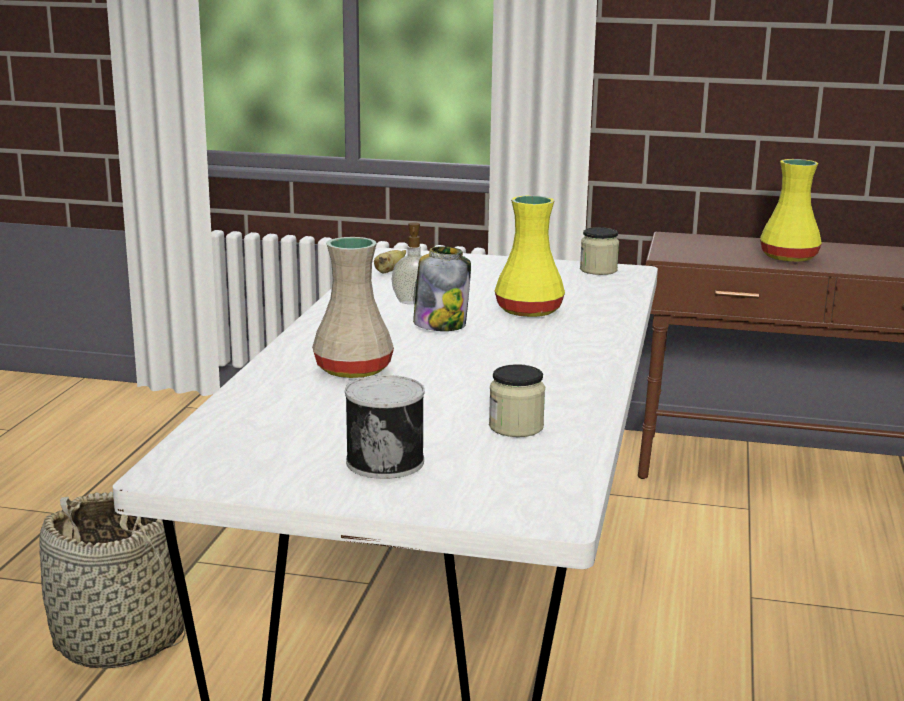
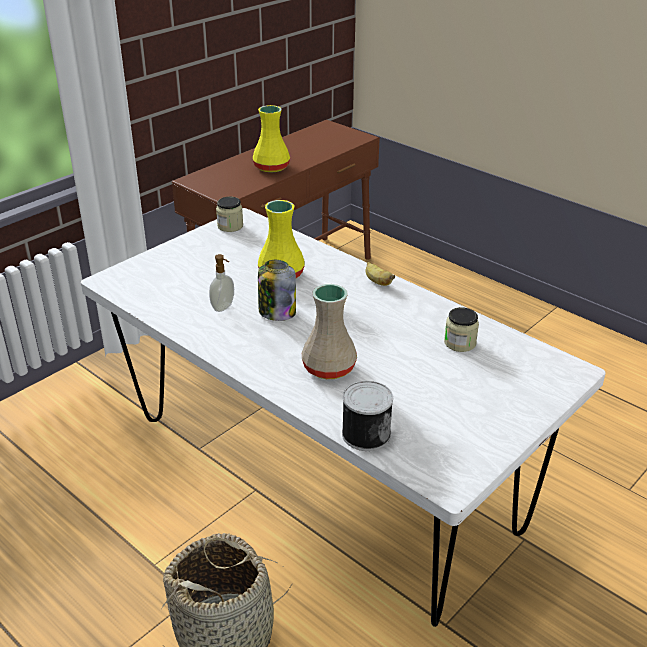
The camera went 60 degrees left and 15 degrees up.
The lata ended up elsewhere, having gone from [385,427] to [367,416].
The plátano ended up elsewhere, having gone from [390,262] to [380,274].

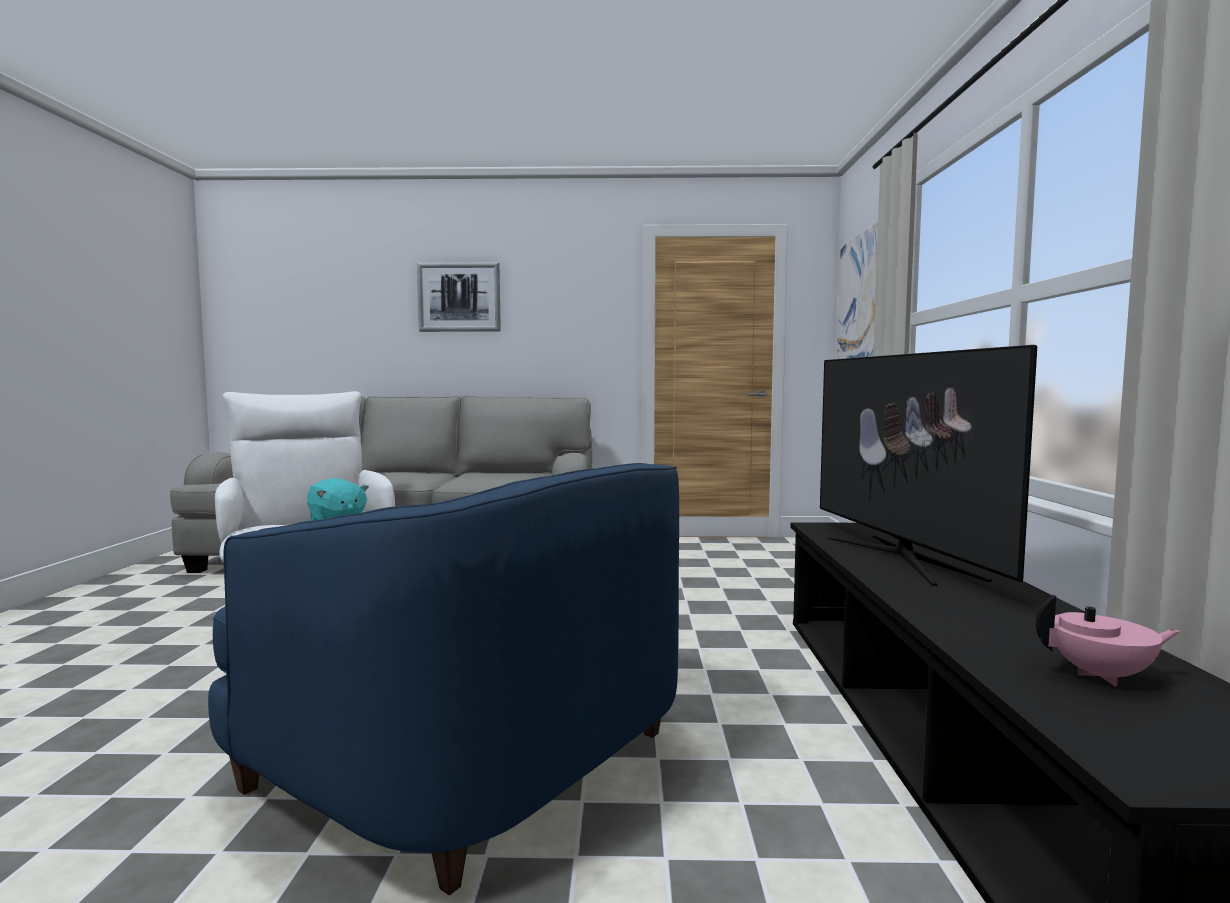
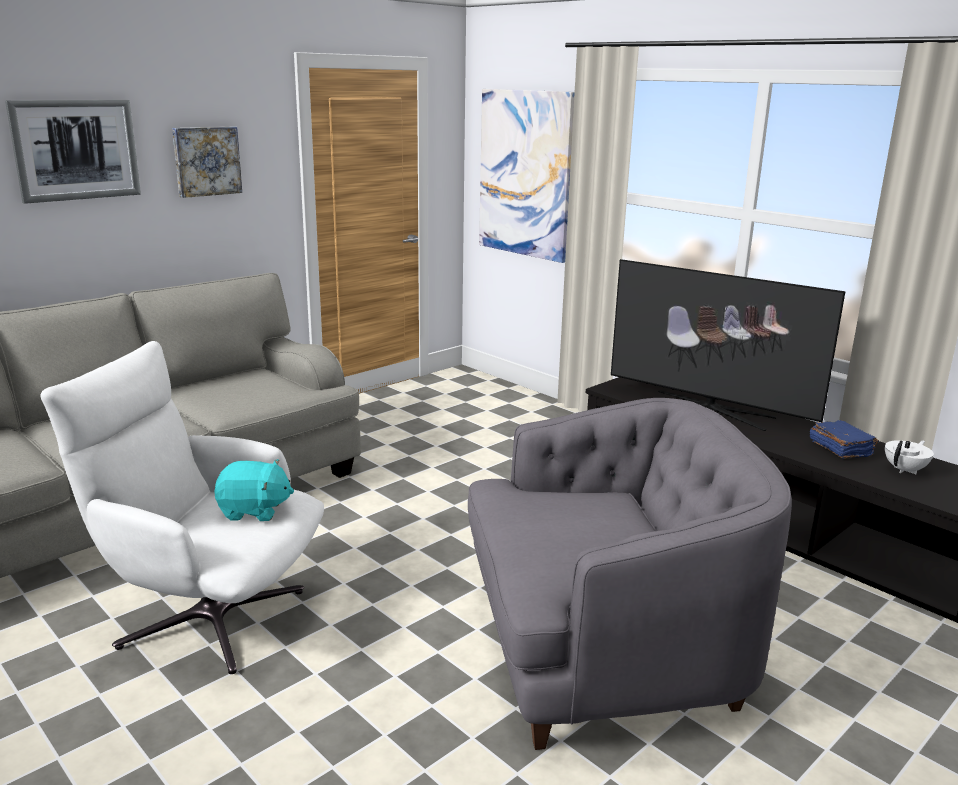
The camera went 45 degrees left and 15 degrees up.
What was the sillón [azul] at [443,679] turned into the sillón [gris] at [630,574].
What was the tetera [rosa] at [1108,640] turned into the tetera [blanco] at [909,457].
The second view gained the cuadro at [207,162].
The second view gained the libro [azul] at [844,439].

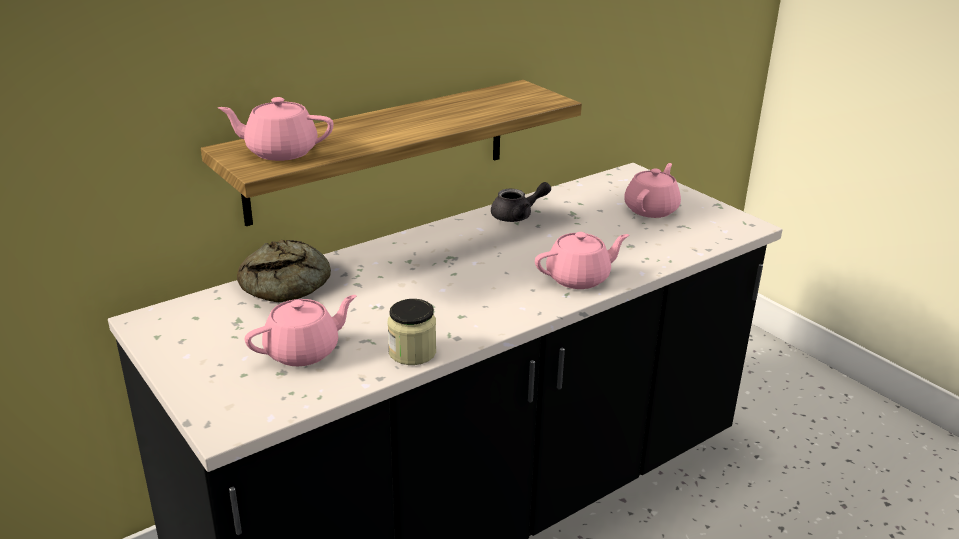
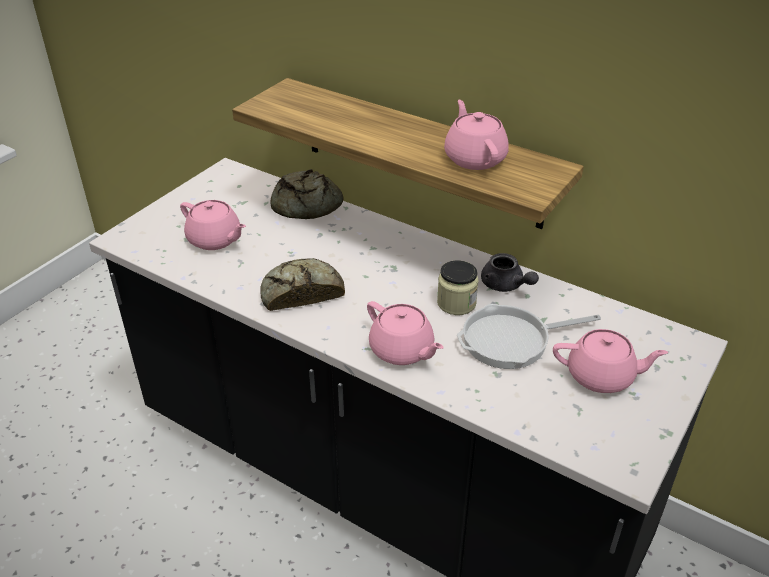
The camera went 70 degrees right and 10 degrees up.
The tetera [rosa] ended up elsewhere, having gone from [276,129] to [476,135].
The tarro ended up elsewhere, having gone from [411,332] to [458,287].
The second view gained the pan at [302,284].
The second view gained the sartén at [529,336].

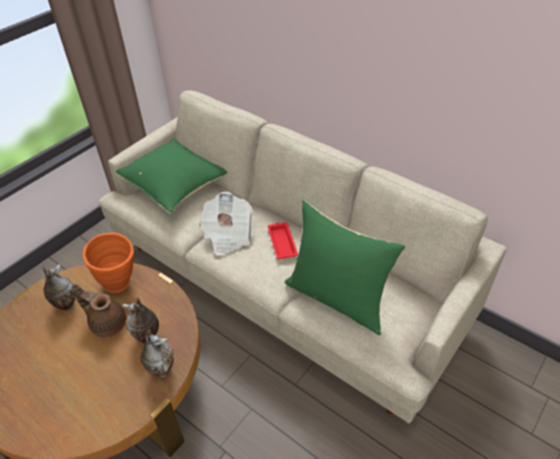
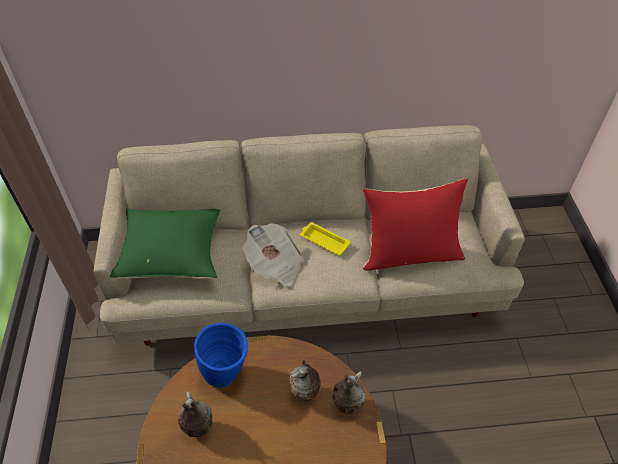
The camera went 45 degrees left and 5 degrees up.
The second view lost the tetera [marrón] at [99,310].
What was the florero [naranja] at [108,262] turned into the florero [azul] at [221,355].
What was the bandeja [rojo] at [283,240] turned into the bandeja [amarillo] at [325,239].
What was the cojín [verde] at [345,267] turned into the cojín [rojo] at [415,224].

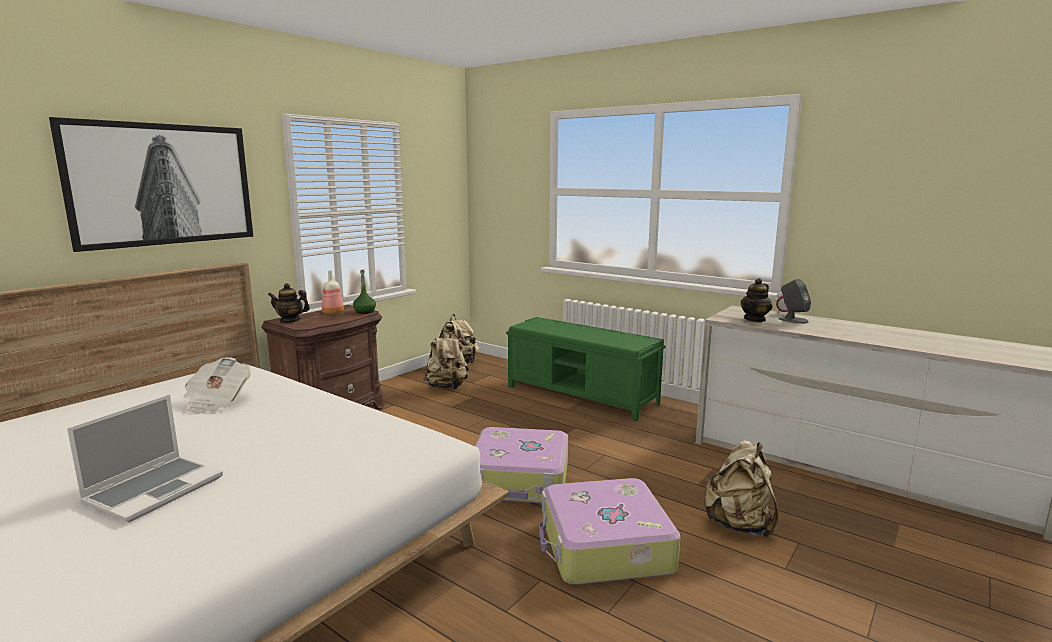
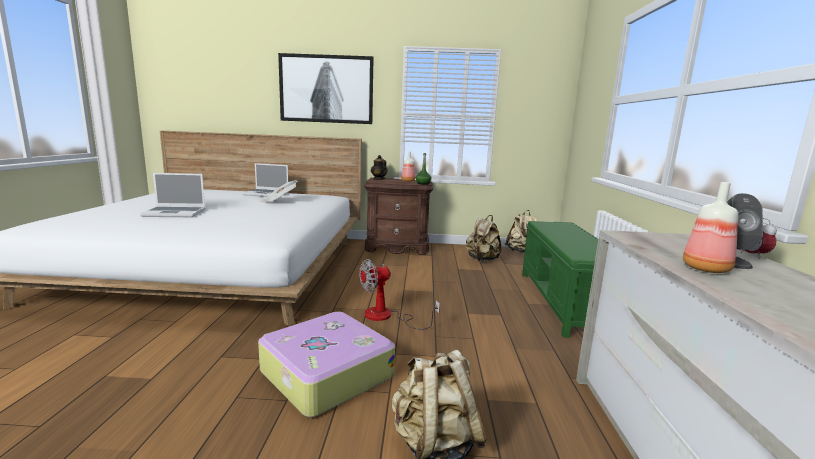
The camera went 55 degrees right and 0 degrees up.
Where the maleta stood at [521,465], the ventilador came to stand at [399,294].
The second view lost the tetera at [756,300].
The second view gained the portátil at [265,180].
The second view gained the botella at [710,227].

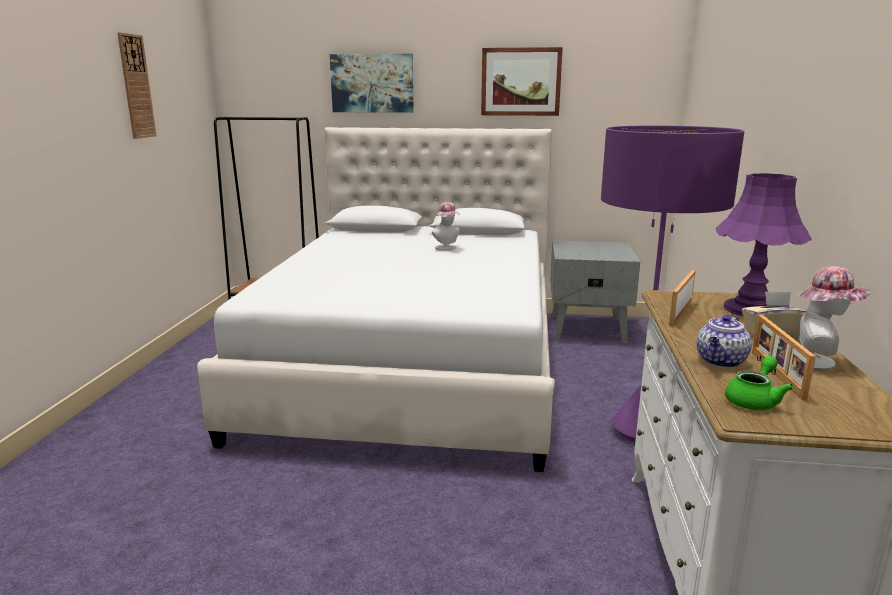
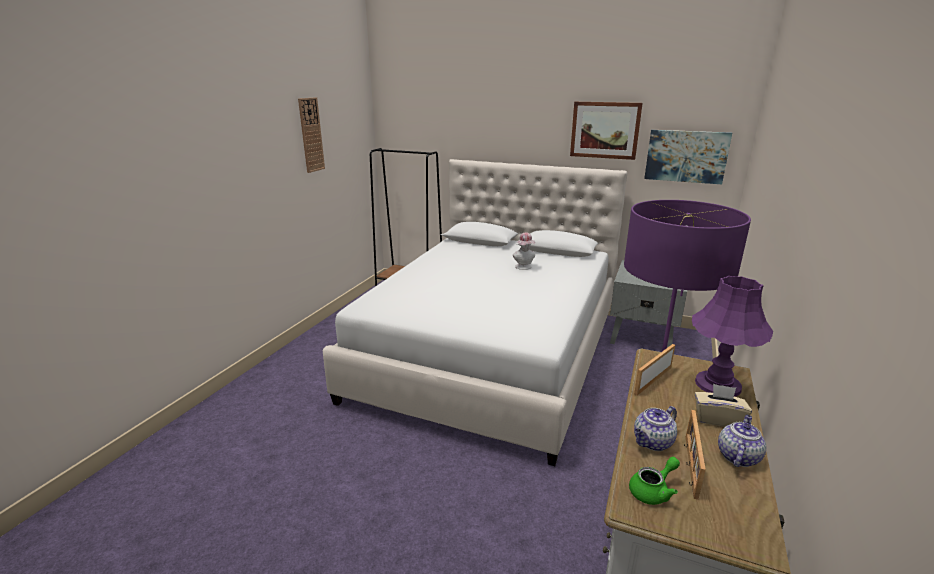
The camera went 15 degrees right and 5 degrees up.
The cuadro ended up elsewhere, having gone from [372,83] to [688,157].
Where the sombrero stood at [834,318], the tetera came to stand at [742,441].

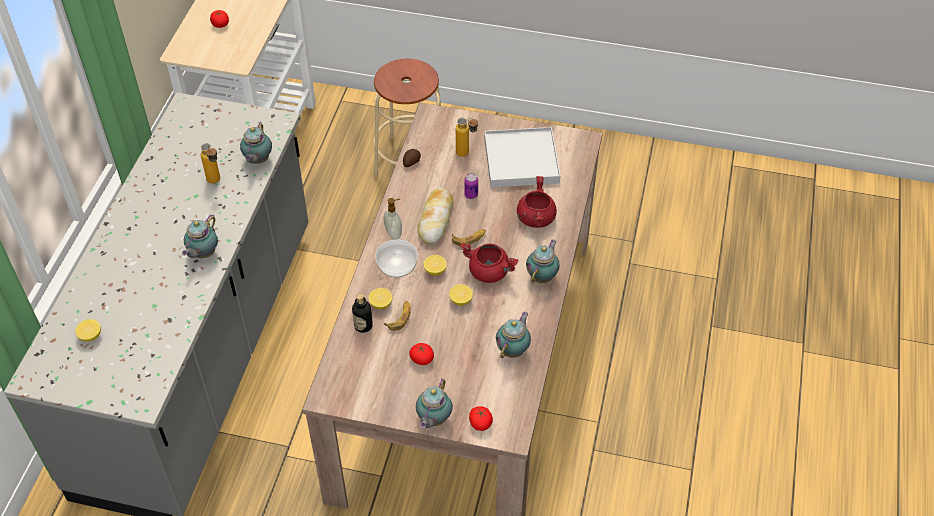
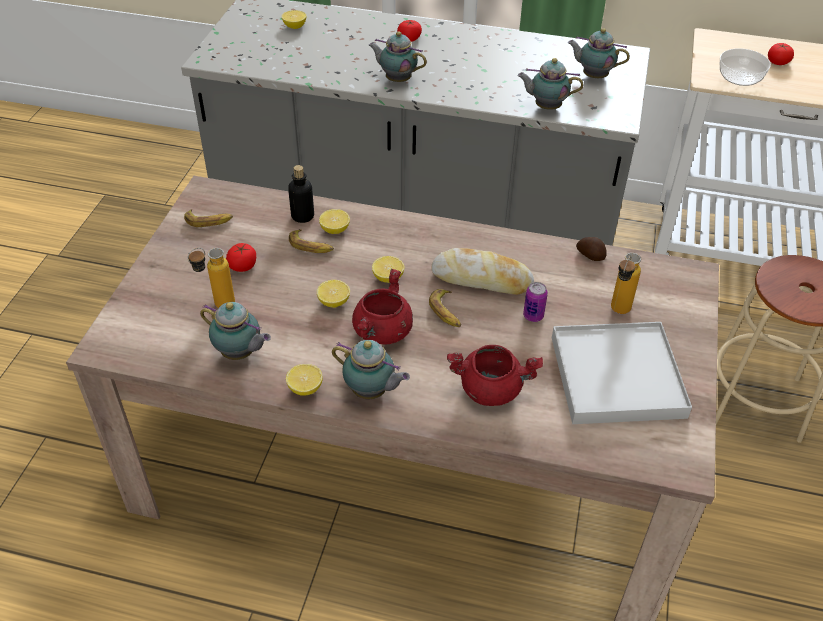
The camera went 90 degrees right and 5 degrees down.
The botella ended up elsewhere, having gone from [210,163] to [211,278].
The cuenco ended up elsewhere, having gone from [396,258] to [745,67].
The second view lost the dispensador de jabón at [393,219].
The tetera ended up elsewhere, having gone from [434,403] to [599,53].
The tomate ended up elsewhere, having gone from [481,418] to [409,31].
The second view gained the plátano at [208,218].
The second view gained the limón at [304,380].

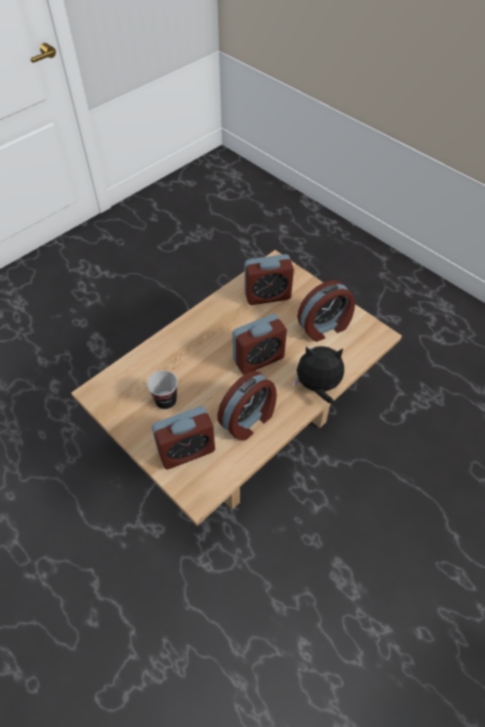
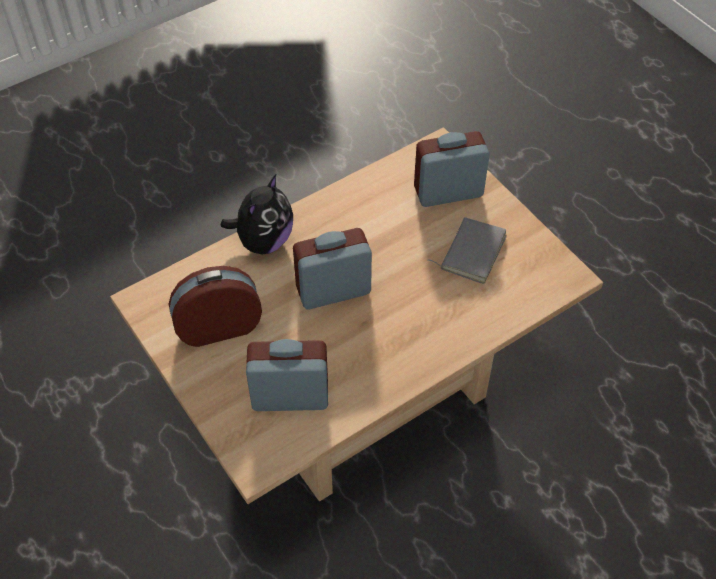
The camera went 170 degrees left and 0 degrees up.
Where the taza stood at [162,390], the libro [gris] came to stand at [467,250].
The second view lost the despertador at [247,405].
The peluche at [318,375] ended up facing another way, 75 degrees counterclockwise from before.

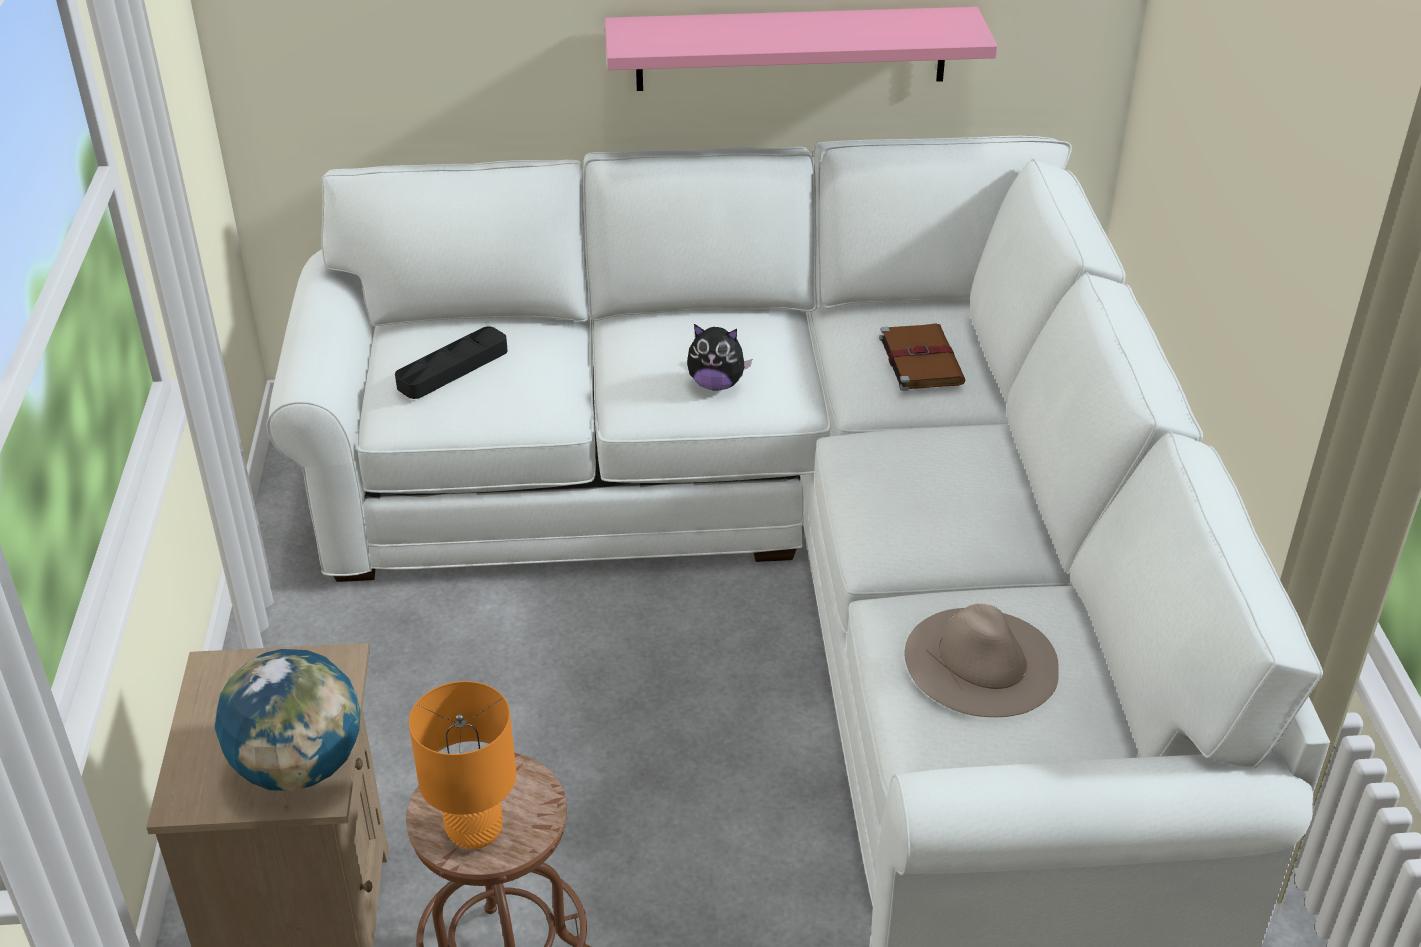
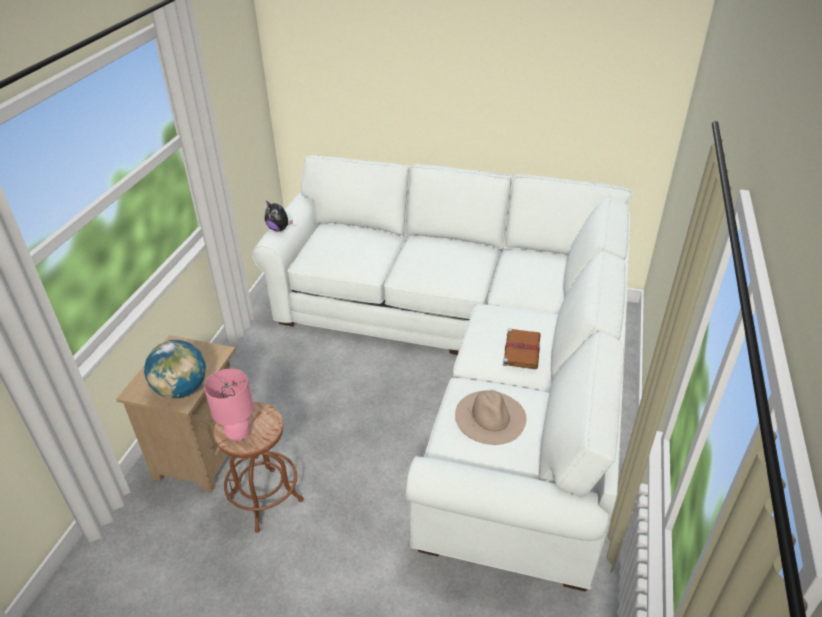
The camera went 20 degrees right and 0 degrees up.
The second view lost the bandeja [negro] at [451,362].
What was the lámpara de mesa [naranja] at [462,765] turned into the lámpara de mesa [rosa] at [229,405].
The second view lost the estante [rosa] at [801,49].
The peluche ended up elsewhere, having gone from [719,357] to [279,216].
The libro [marrón] ended up elsewhere, having gone from [922,357] to [522,348].

